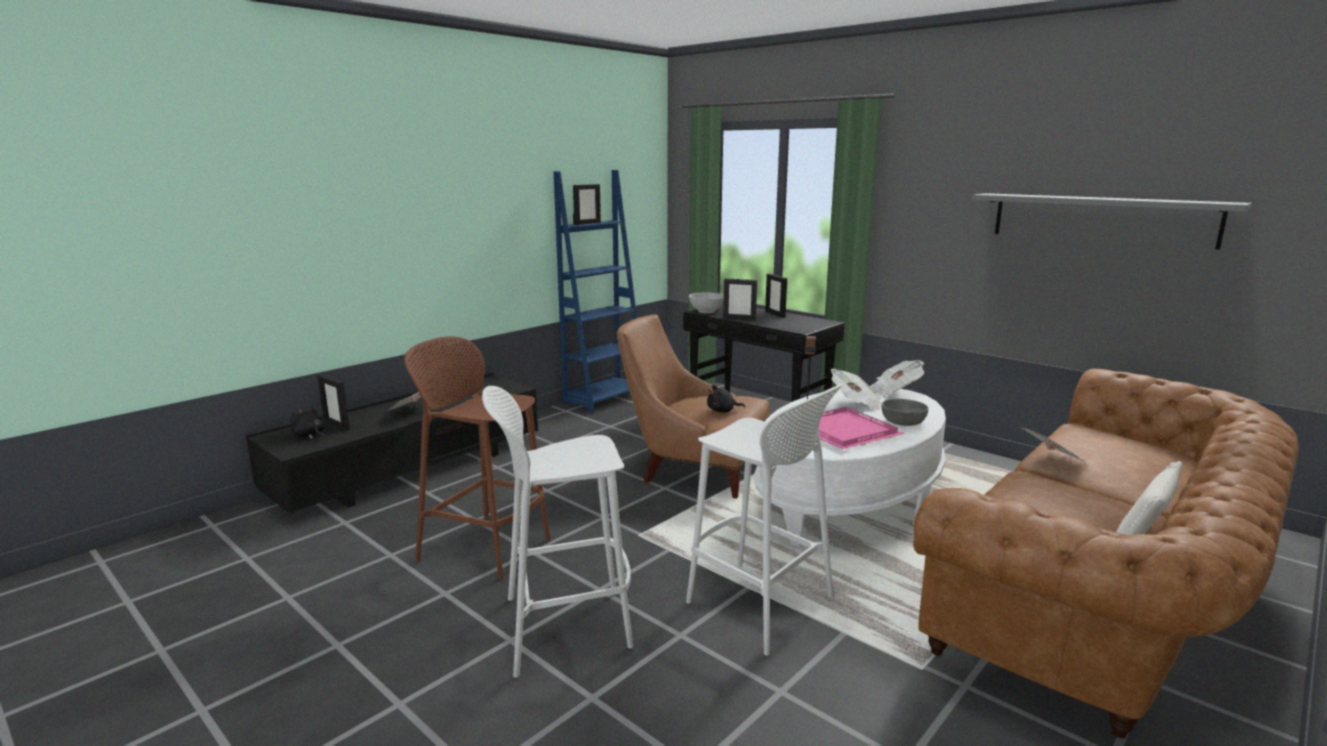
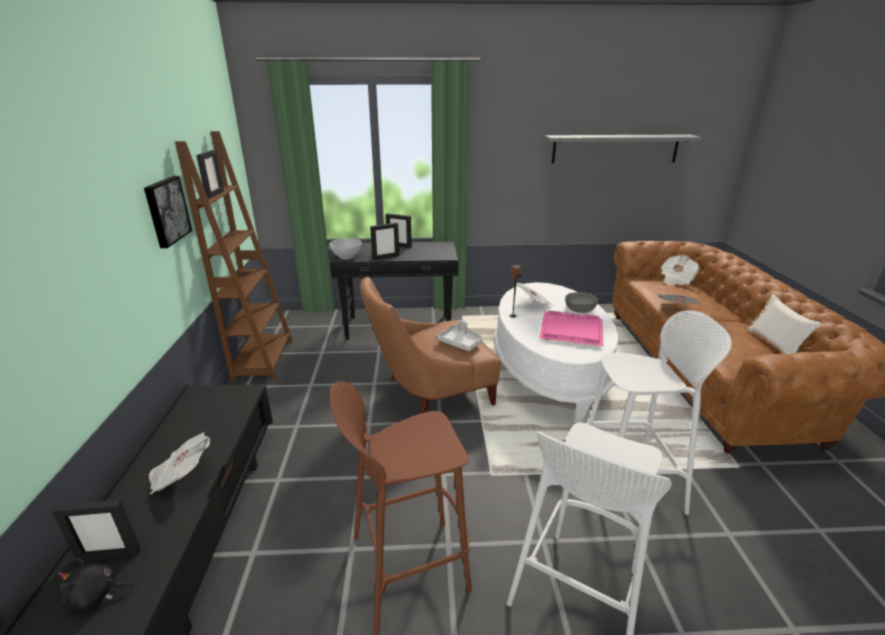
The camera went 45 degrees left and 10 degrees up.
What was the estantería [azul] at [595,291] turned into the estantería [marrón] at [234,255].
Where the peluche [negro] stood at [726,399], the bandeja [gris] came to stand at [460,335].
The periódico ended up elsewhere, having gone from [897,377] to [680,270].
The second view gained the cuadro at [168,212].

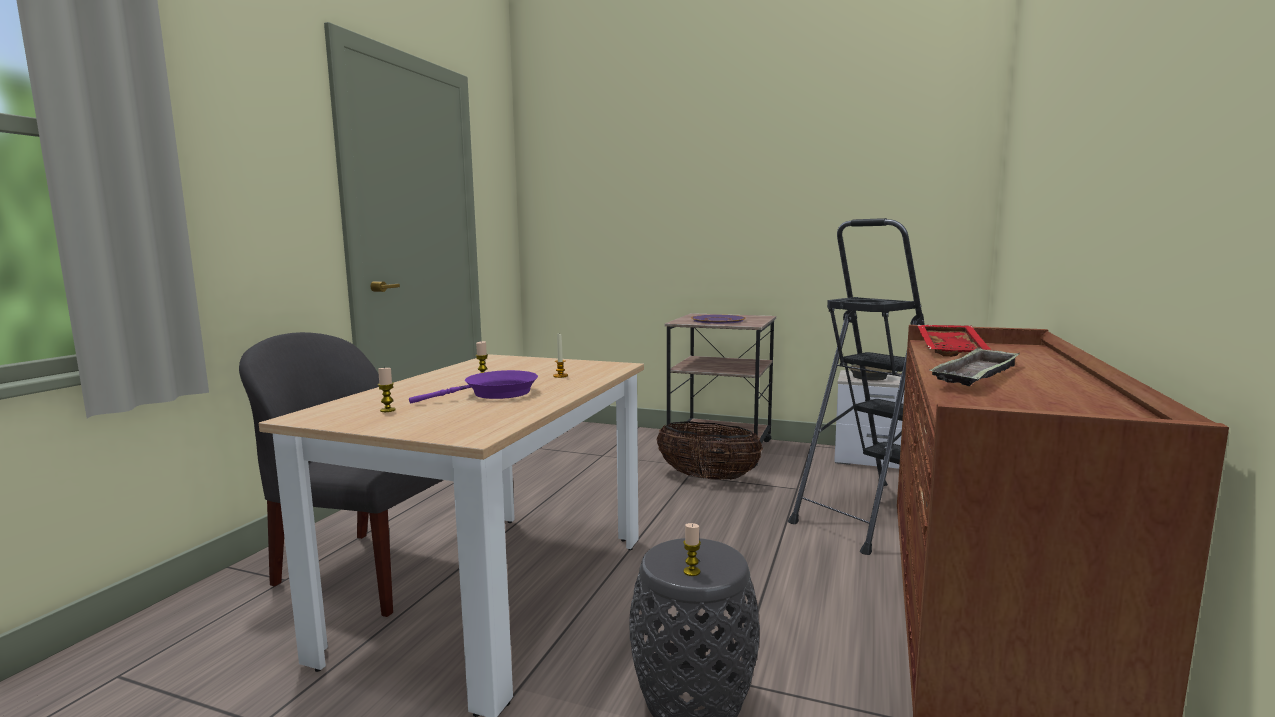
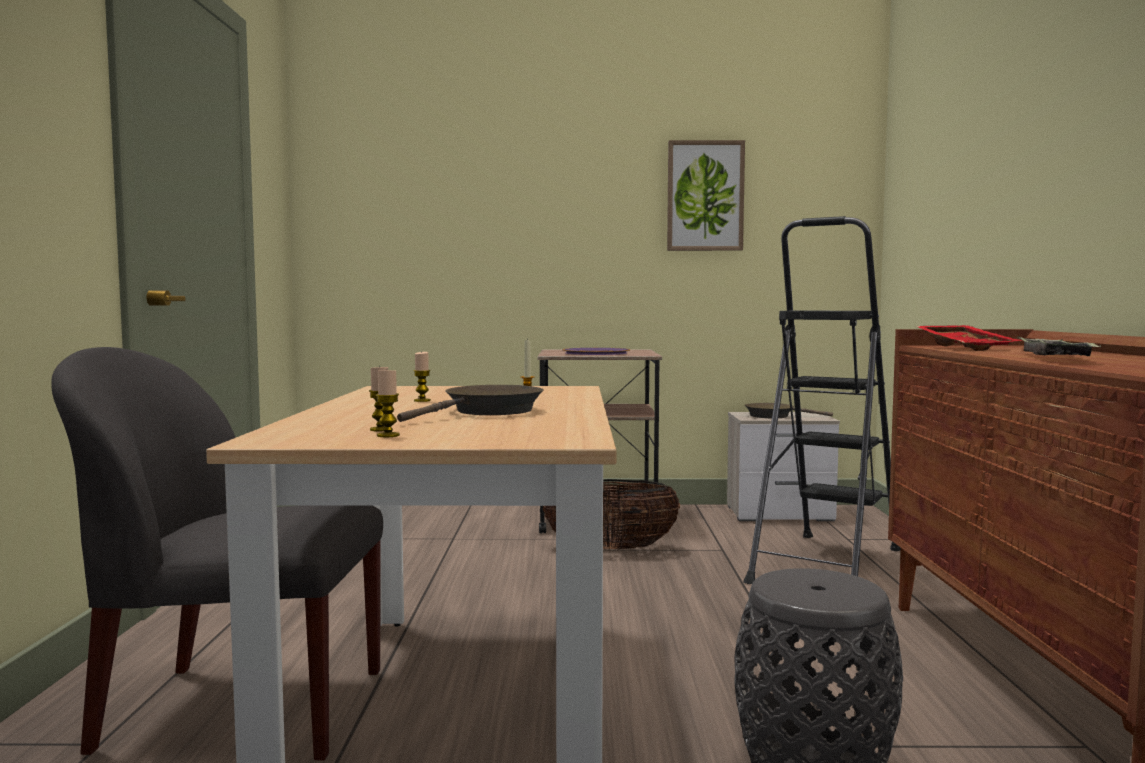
The camera went 20 degrees left and 5 degrees down.
What was the sartén [morado] at [473,387] turned into the sartén [marrón] at [470,403].
The vela ended up elsewhere, having gone from [692,549] to [388,403].
The second view gained the cuadro at [706,195].

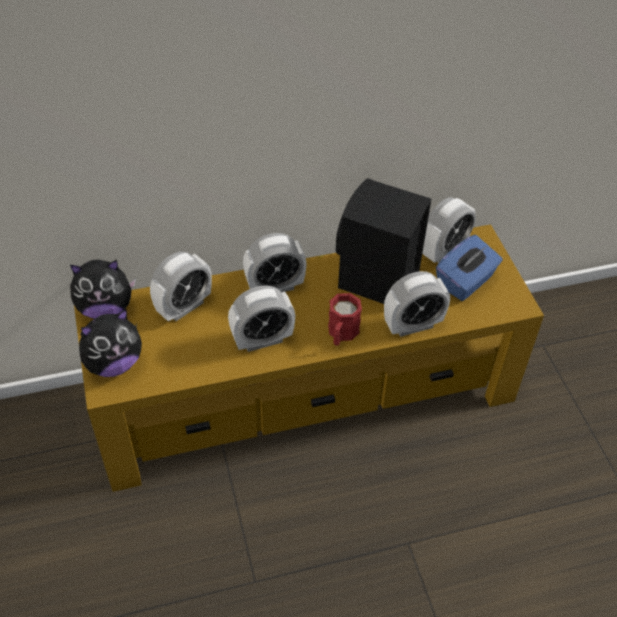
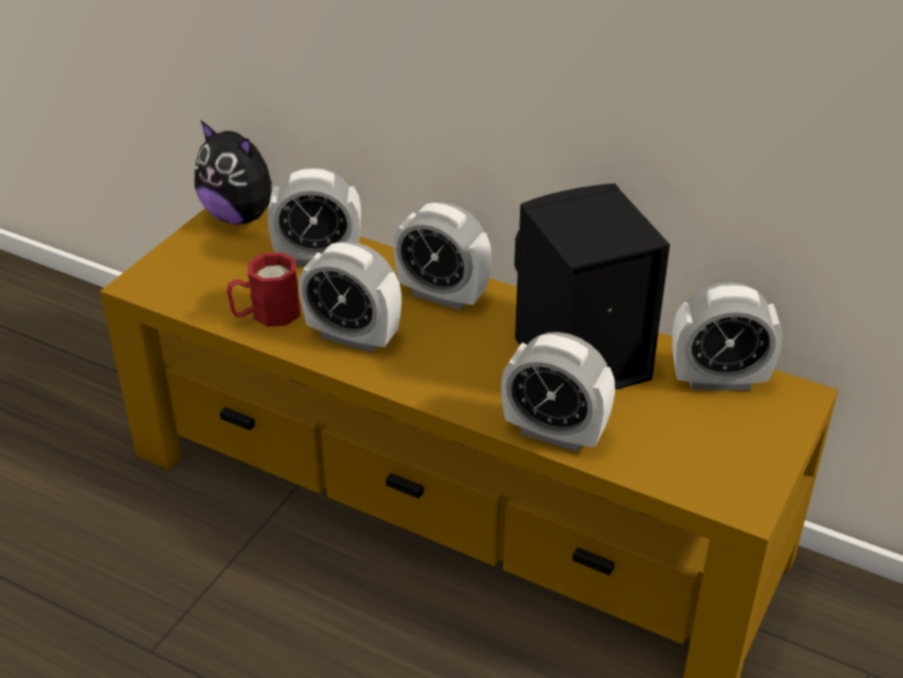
The camera went 45 degrees right and 10 degrees down.
The second view lost the peluche at [110,343].
The taza grande [rojo] ended up elsewhere, having gone from [345,319] to [263,289].
The second view lost the caja de pañuelos [azul] at [469,268].

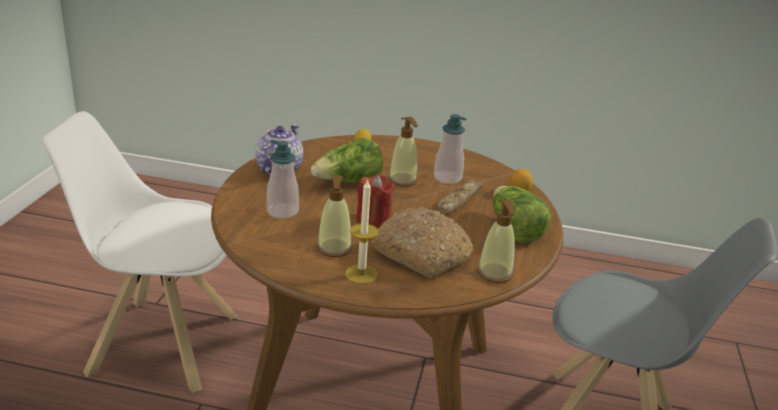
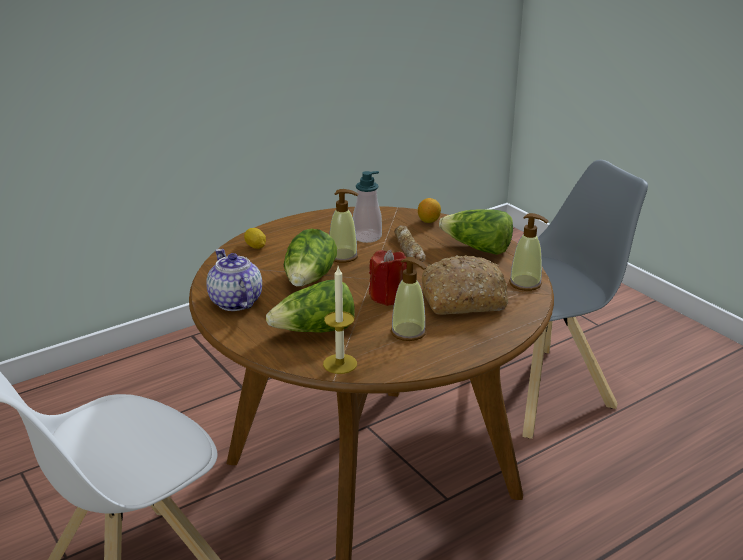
The camera went 45 degrees left and 0 degrees up.
Where the dispensador de jabón stood at [283,179], the lechuga came to stand at [310,306].
The vela ended up elsewhere, having gone from [362,231] to [340,320].

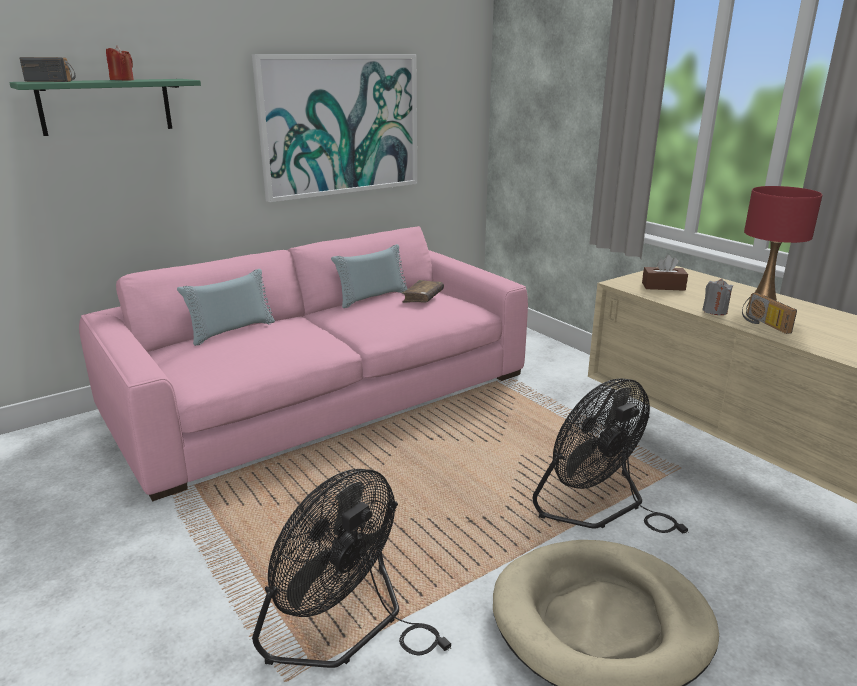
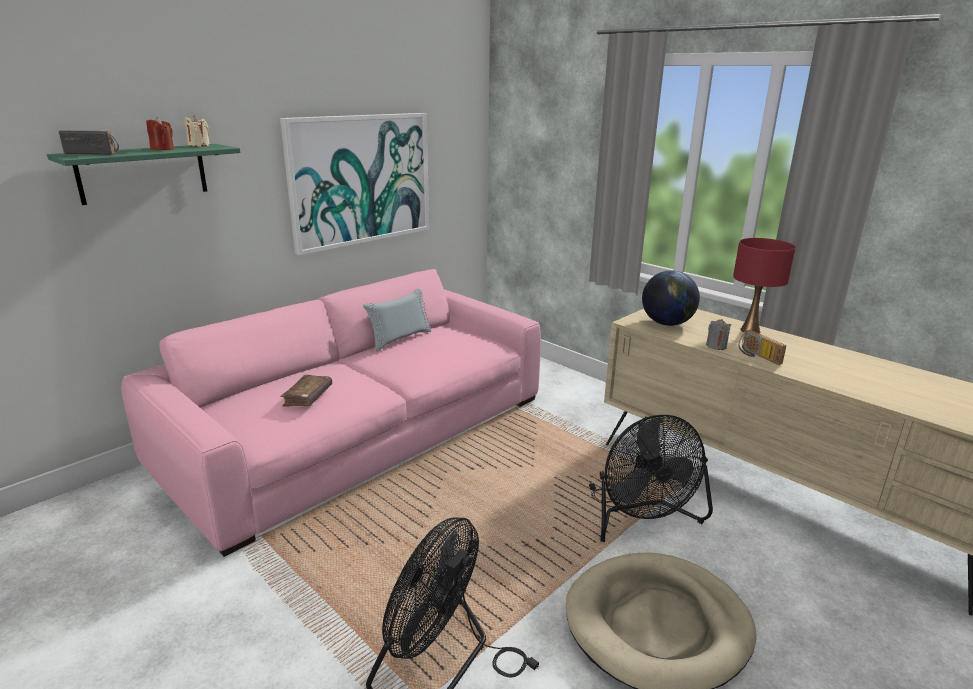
The camera went 10 degrees left and 0 degrees up.
The second view lost the cojín [azul] at [226,307].
The libro [marrón] ended up elsewhere, having gone from [423,291] to [306,391].
The ventilador [negro] at [610,456] ended up facing another way, 150 degrees counterclockwise from before.
Where the caja de pañuelos [marrón] stood at [665,273], the globo terráqueo came to stand at [671,298].
The second view gained the vela [beis] at [197,131].

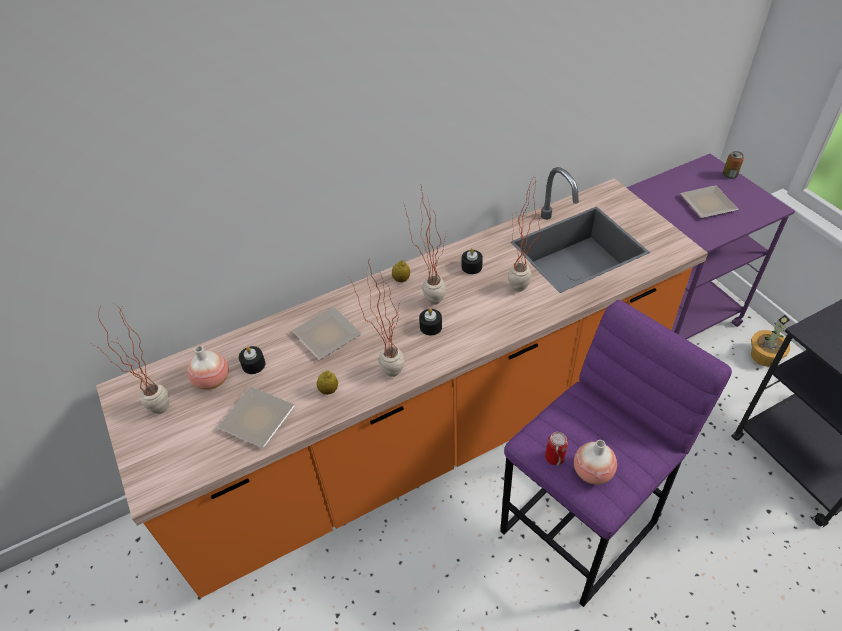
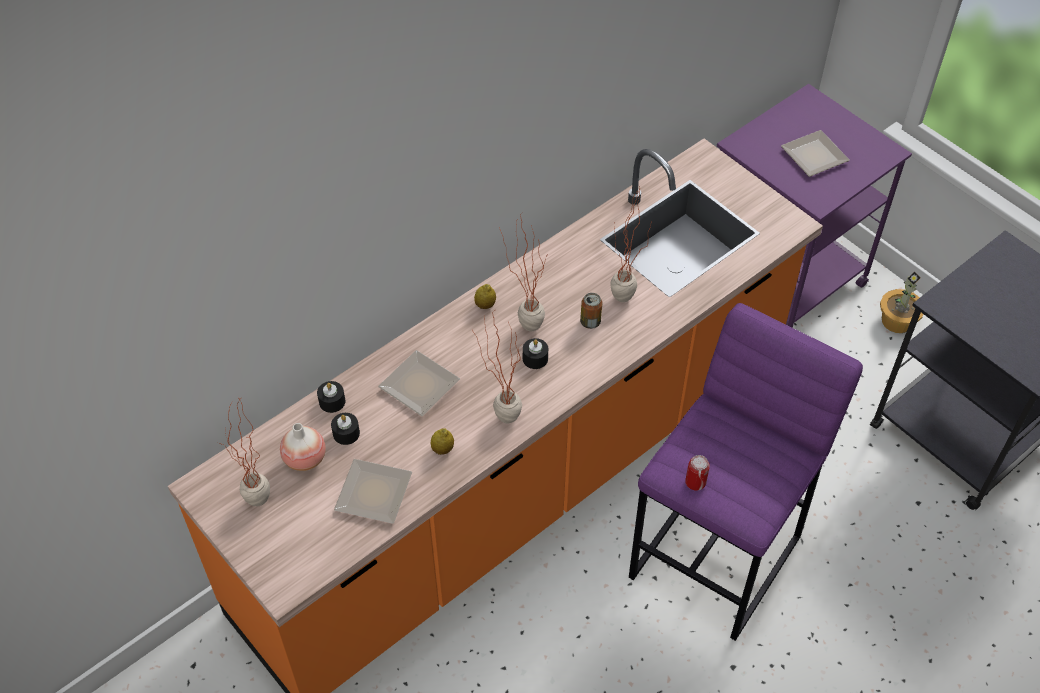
The camera went 15 degrees left and 5 degrees up.
The vela [negro] ended up elsewhere, having gone from [472,261] to [331,397].
The second view lost the florero at [595,462].
The lata ended up elsewhere, having gone from [733,165] to [591,311].

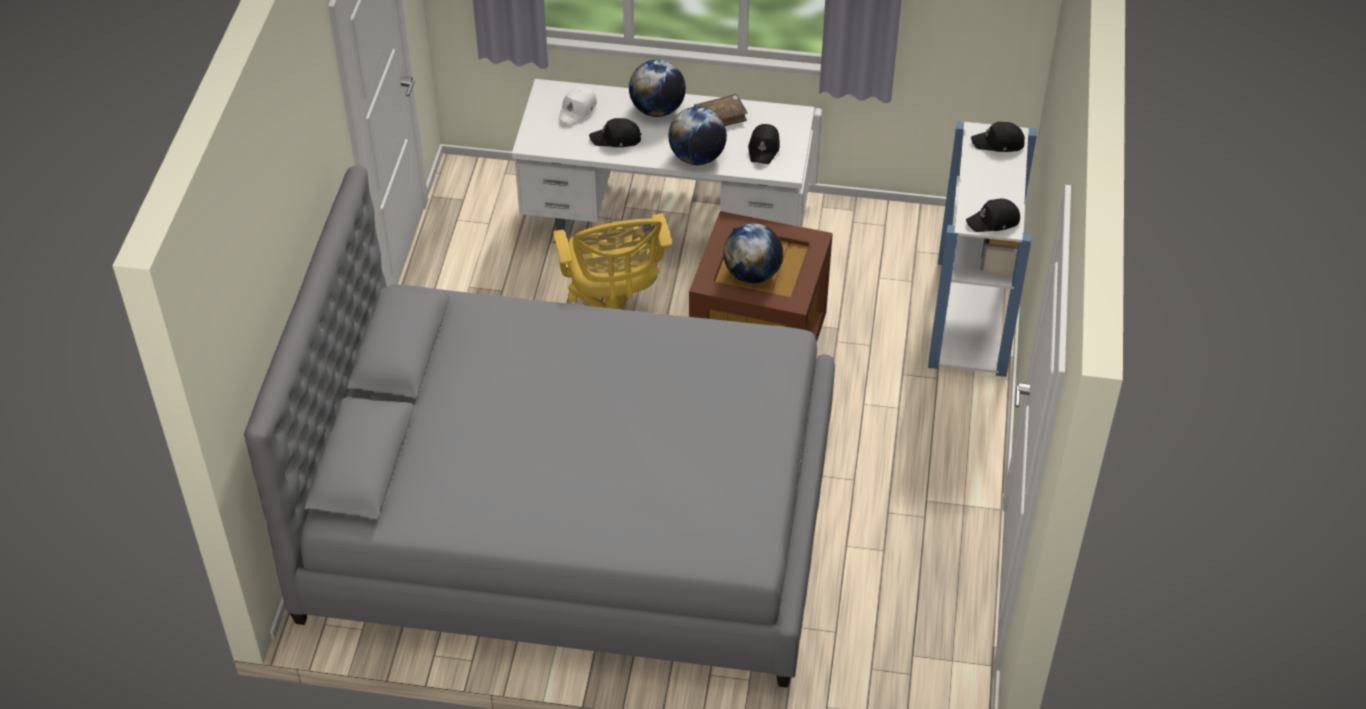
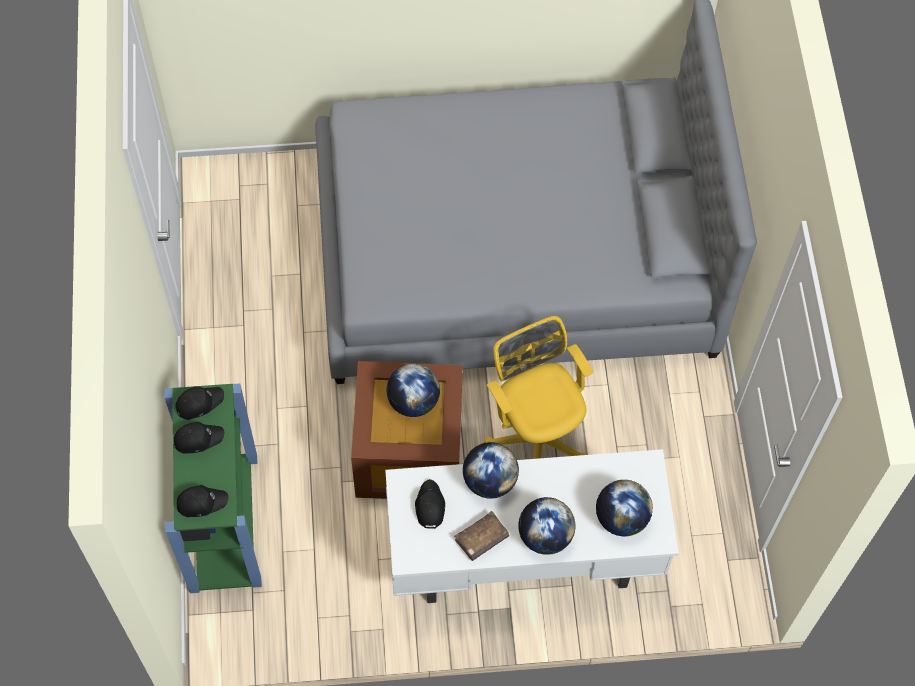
The camera went 165 degrees right and 15 degrees up.
Where the gorra [blanco] stood at [577,106], the globo terráqueo came to stand at [624,508].
The gorra [negro] ended up elsewhere, having gone from [615,132] to [199,438].
What was the estantería [blanco] at [982,249] turned into the estantería [verde] at [213,488].

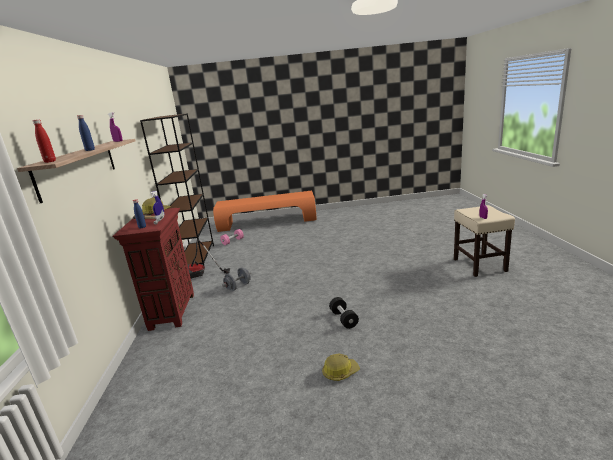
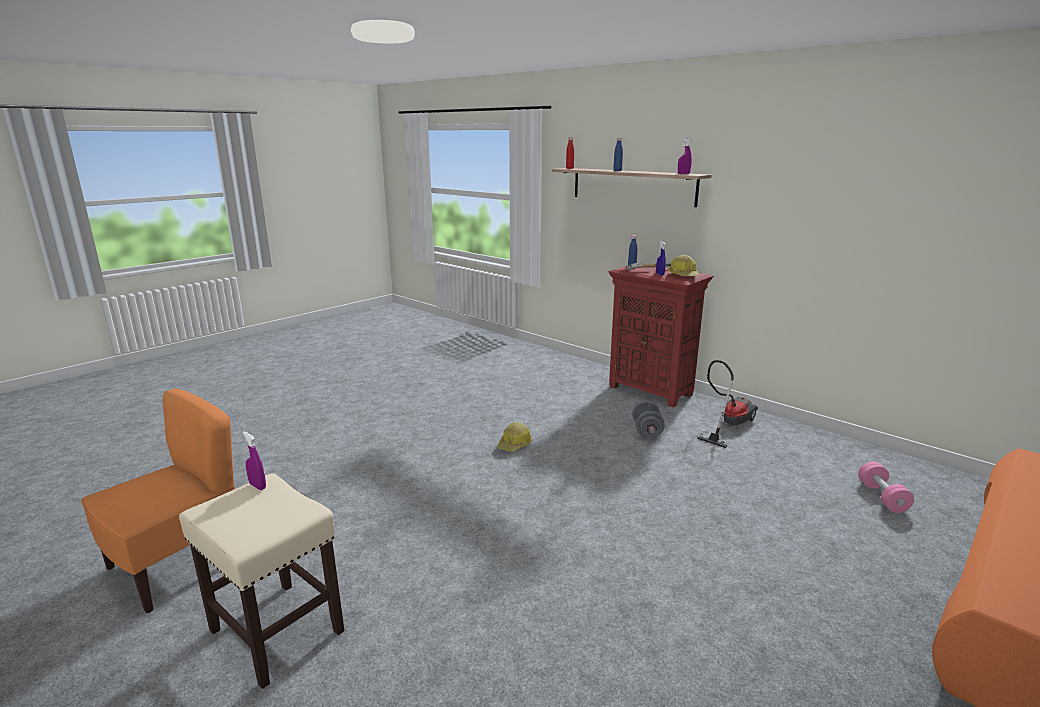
The camera went 135 degrees right and 0 degrees up.
The second view lost the estantería [marrón] at [177,191].
The casco ended up elsewhere, having gone from [341,367] to [515,437].
The second view lost the mancuerna [negro] at [344,313].
The second view gained the silla [naranja] at [158,501].

